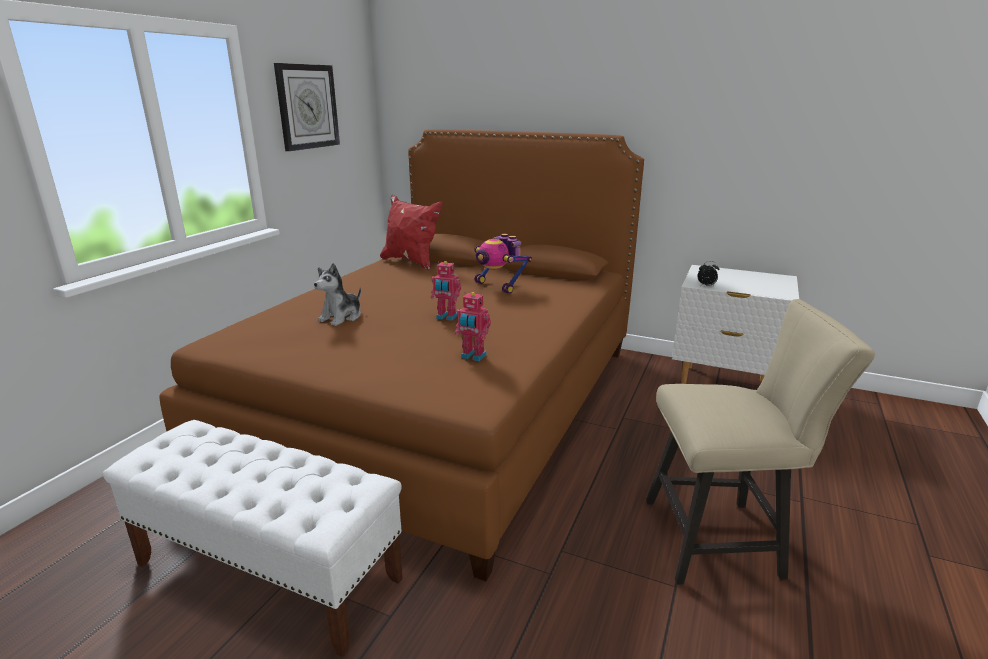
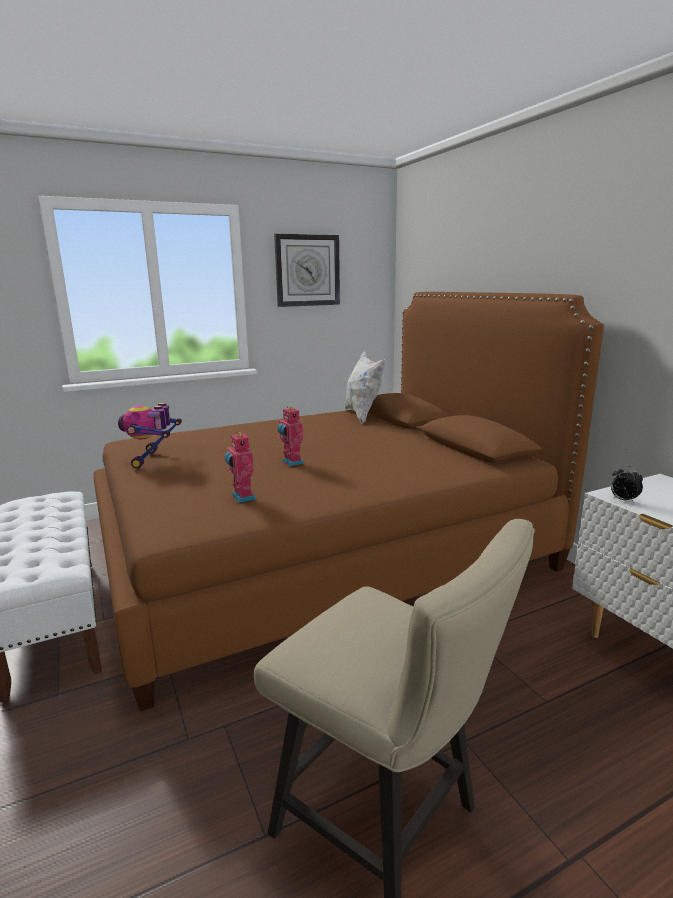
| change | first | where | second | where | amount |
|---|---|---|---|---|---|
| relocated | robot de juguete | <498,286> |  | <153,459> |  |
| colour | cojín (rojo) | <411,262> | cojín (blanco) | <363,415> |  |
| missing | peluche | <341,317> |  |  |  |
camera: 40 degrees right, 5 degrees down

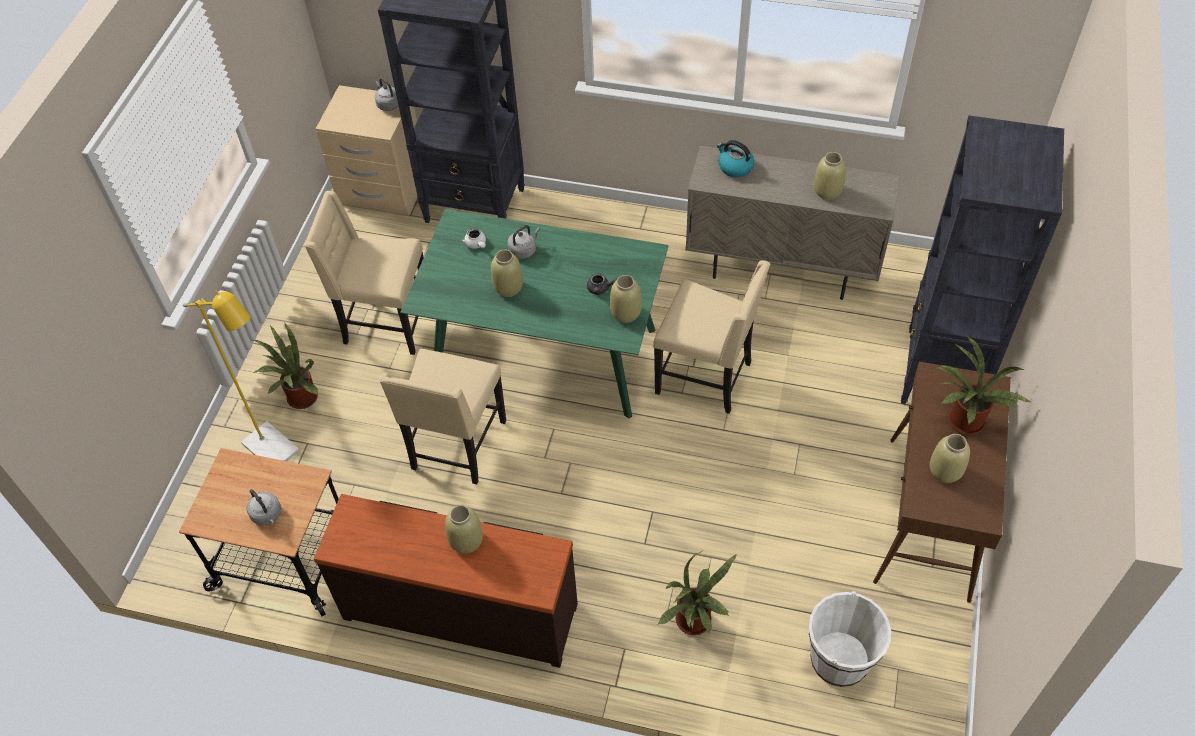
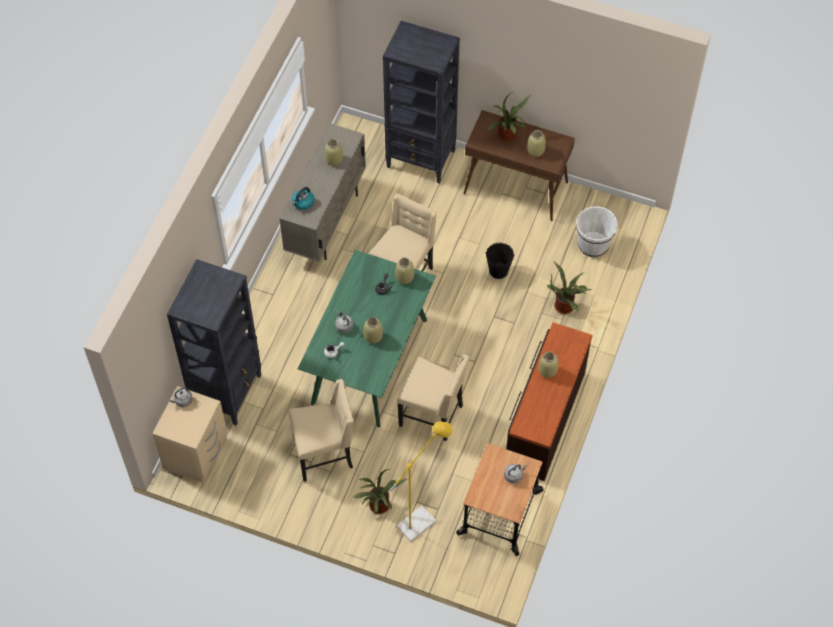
| change | first | where | second | where | amount |
|---|---|---|---|---|---|
| spun | silla (beis) | <385,323> |  | <324,453> | 120 degrees counterclockwise |
| appeared |  |  | cubo (negro) | <498,270> |  |
camera: 85 degrees left, 5 degrees up

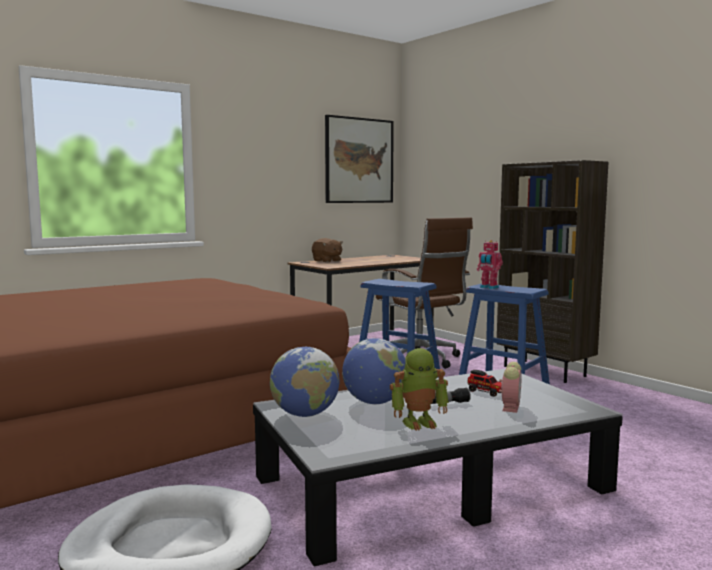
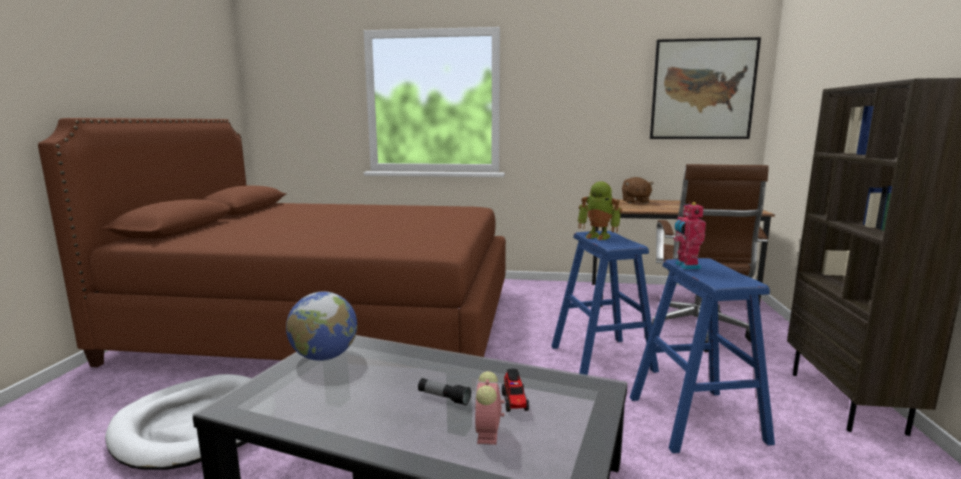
| change | first | where | second | where | amount |
|---|---|---|---|---|---|
| spun | despertador | <510,407> |  | <488,434> | 120 degrees clockwise |
| relocated | robot de juguete | <419,422> |  | <598,236> |  |
| missing | globo terráqueo | <374,402> |  |  |  |
camera: 45 degrees right, 5 degrees up

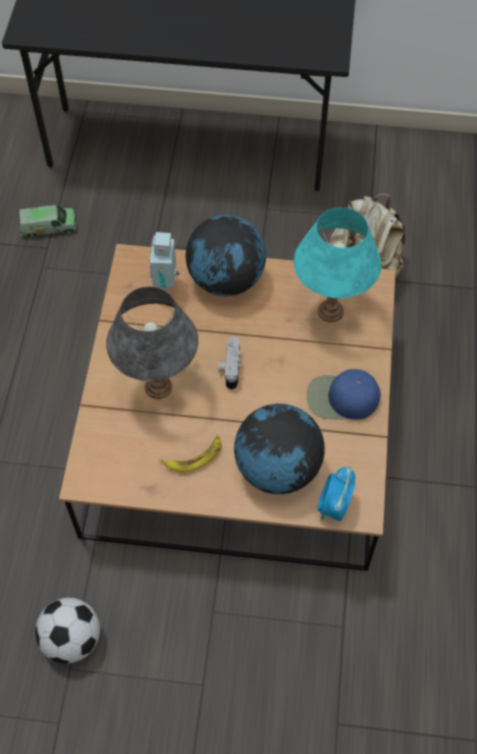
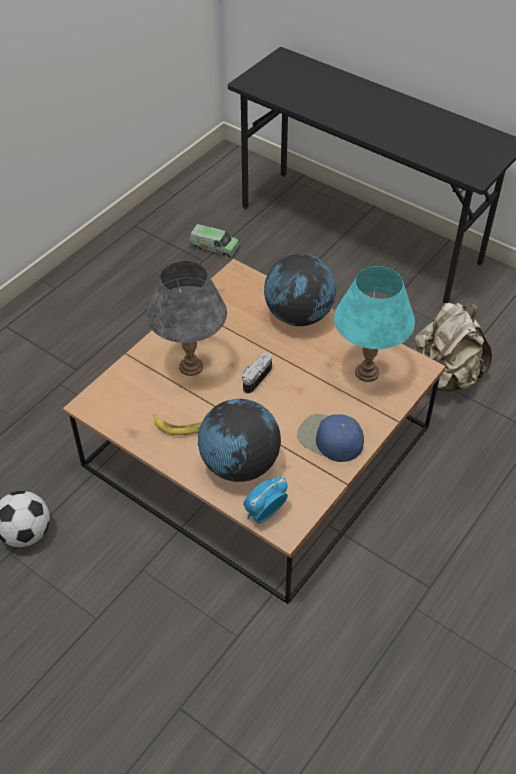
| change | first | where | second | where | amount |
|---|---|---|---|---|---|
| missing | robot de juguete | <166,287> |  |  |  |
camera: 30 degrees right, 10 degrees down

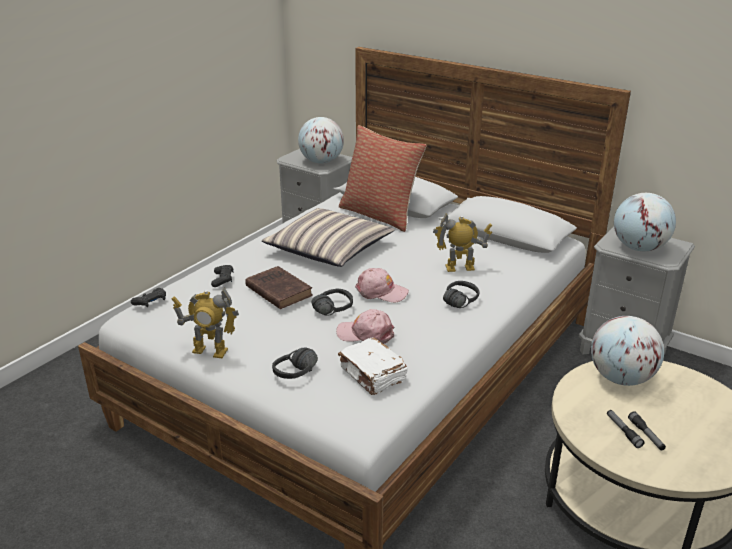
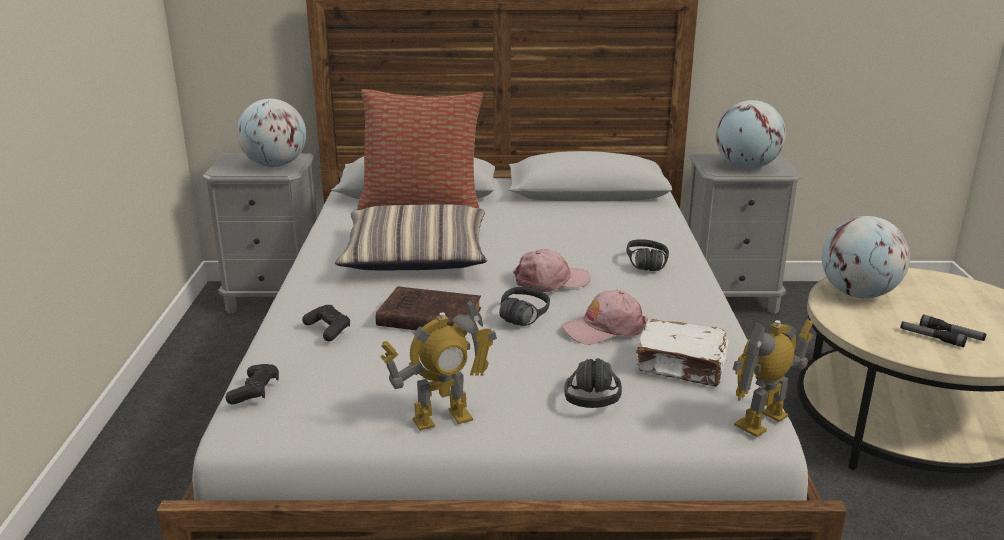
| change | first | where | second | where | amount |
|---|---|---|---|---|---|
| relocated | robot de juguete | <459,268> |  | <762,421> |  |
camera: 35 degrees left, 5 degrees down

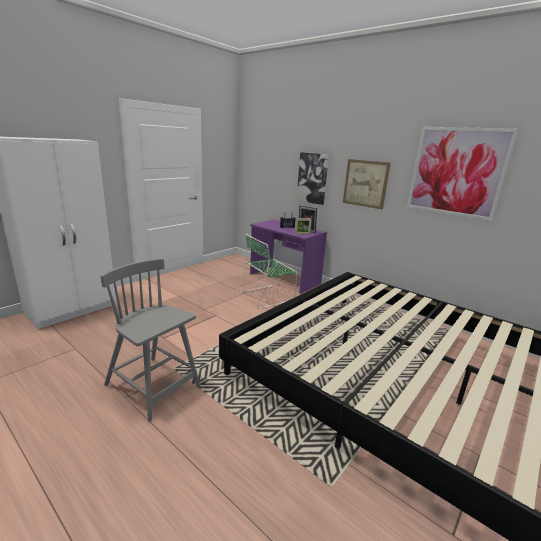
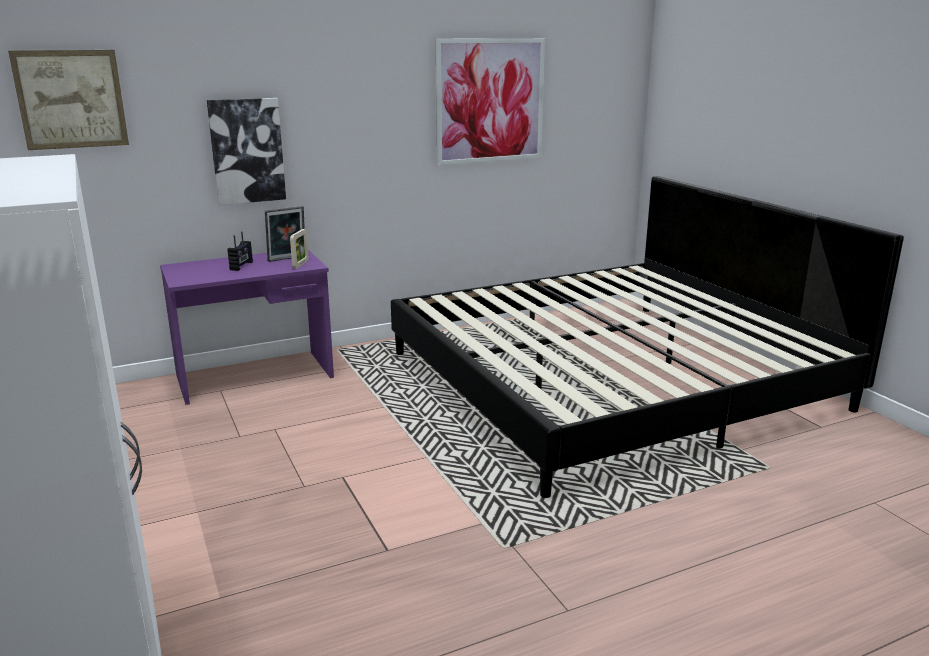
| change | first | where | second | where | amount |
|---|---|---|---|---|---|
| relocated | cuadro | <365,183> |  | <71,99> |  |
| missing | silla (gris) | <153,387> |  |  |  |
| missing | silla (verde) | <267,296> |  |  |  |
camera: 65 degrees left, 0 degrees up

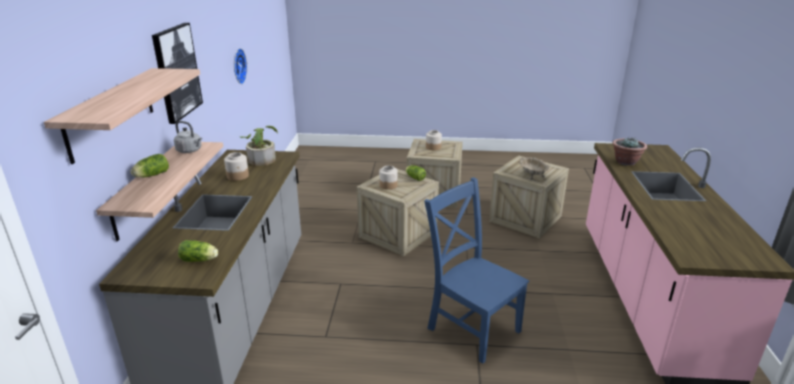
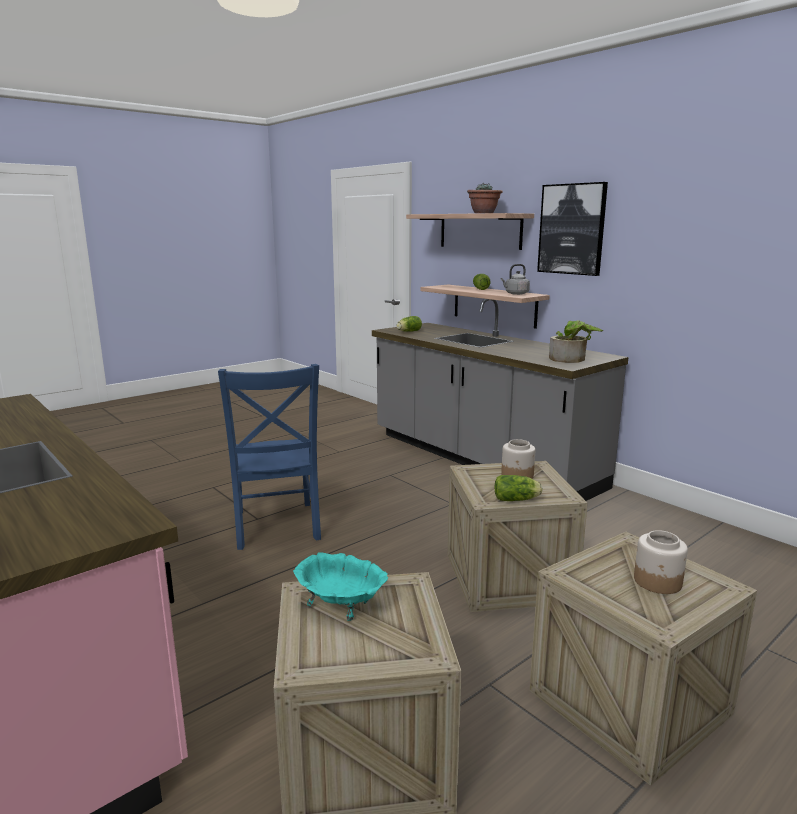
| change | first | where | second | where | amount |
|---|---|---|---|---|---|
| spun | silla (azul) | <471,327> |  | <276,527> | 75 degrees clockwise |
| colour | cuenco (beis) | <532,175> | cuenco (turquesa) | <341,603> |  |
| relocated | planta en maceta | <625,162> |  | <484,213> |  |
| missing | tarro | <238,176> |  |  |  |
| missing | reloj de pared | <237,66> |  |  |  |
camera: 135 degrees right, 10 degrees down

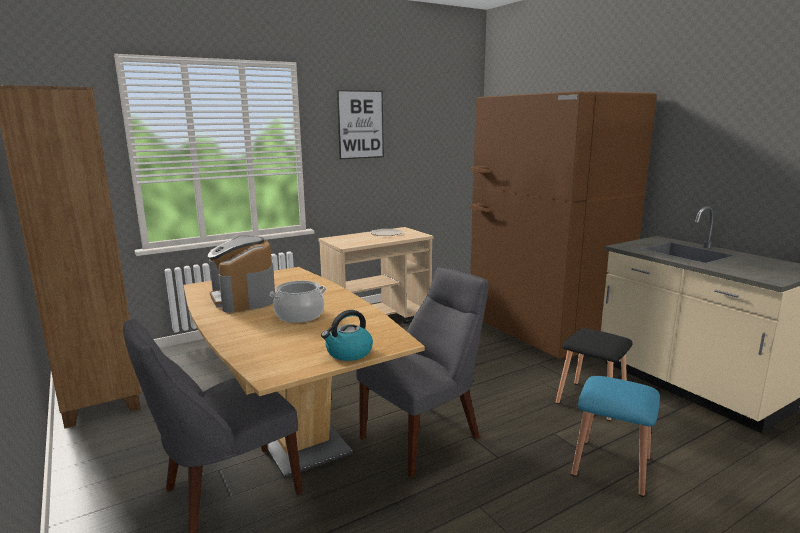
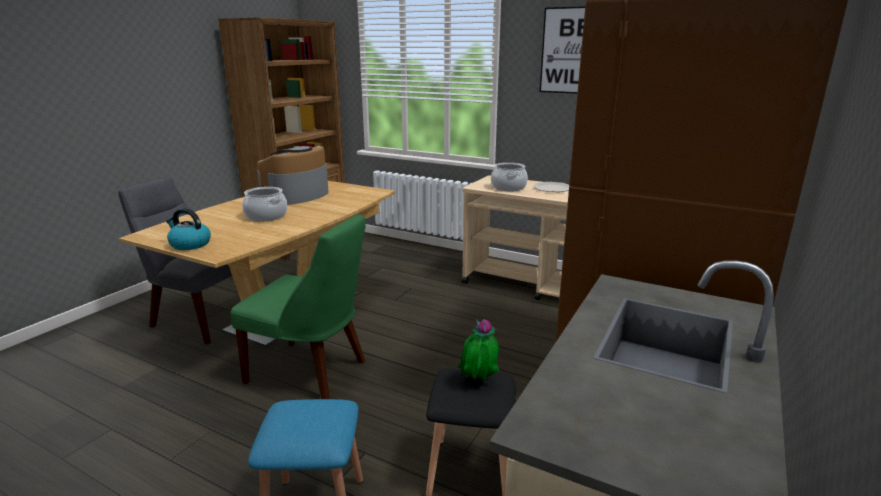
| change | first | where | second | where | amount |
|---|---|---|---|---|---|
| colour | silla (gris) | <424,436> | silla (verde) | <311,373> |  |
| appeared |  |  | planta en maceta | <478,383> |  |
| appeared |  |  | olla | <508,187> |  |
camera: 60 degrees right, 5 degrees up

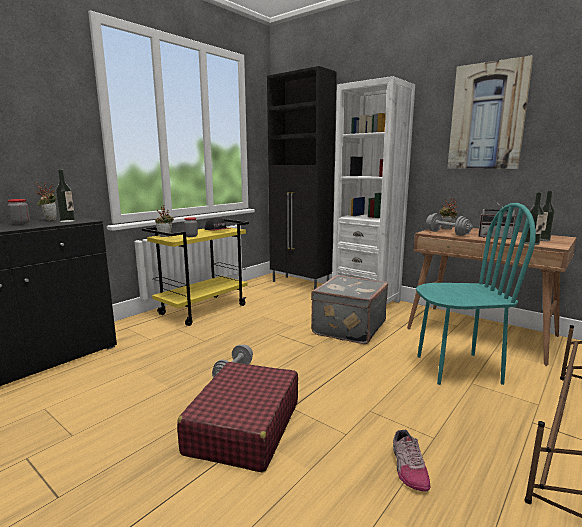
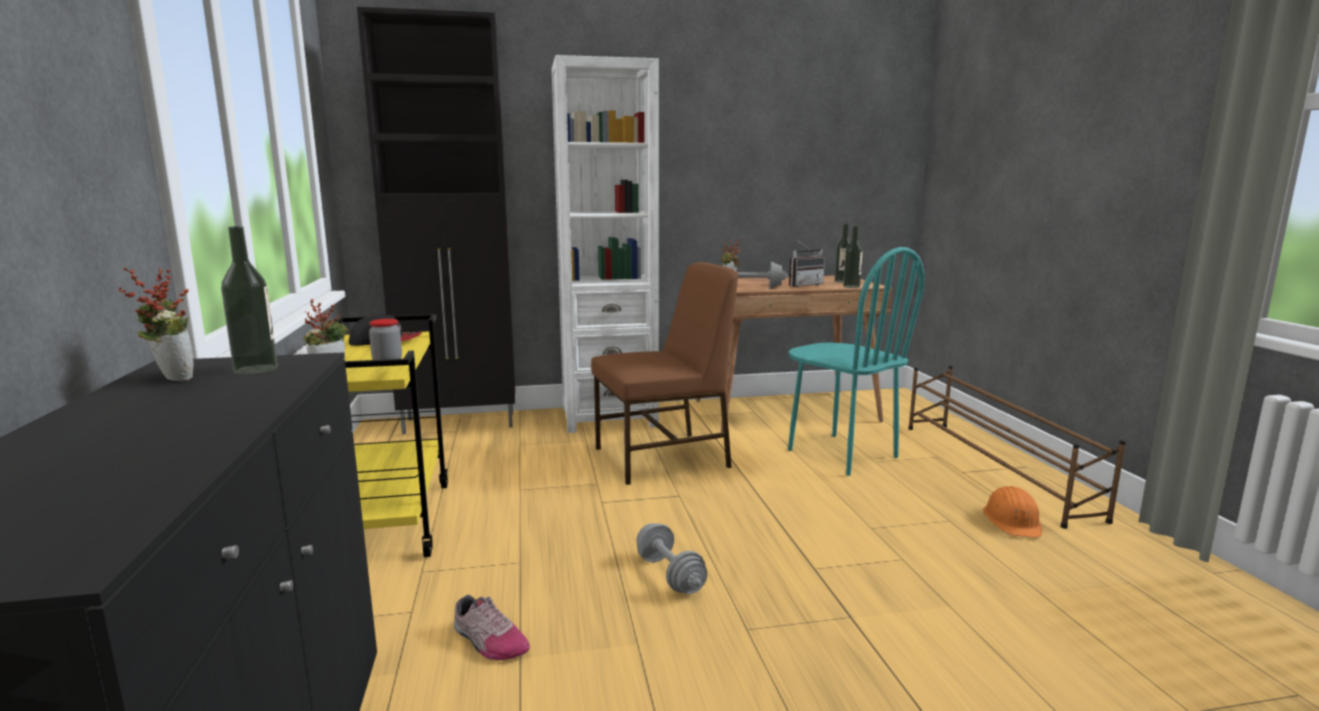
| change | first | where | second | where | amount |
|---|---|---|---|---|---|
| relocated | zapato | <408,468> |  | <488,641> |  |
| exchanged | maleta (gris) | <347,328> | silla (marrón) | <664,457> |  |
| spun | silla (turquesa) | <457,369> |  | <841,454> | 105 degrees clockwise |
| appeared |  |  | casco (naranja) | <1013,521> |  |
| missing | tarro | <20,223> |  |  |  |
| missing | maleta (rojo) | <243,427> |  |  |  |
| missing | cuadro | <487,117> |  |  |  |
camera: 50 degrees left, 0 degrees up

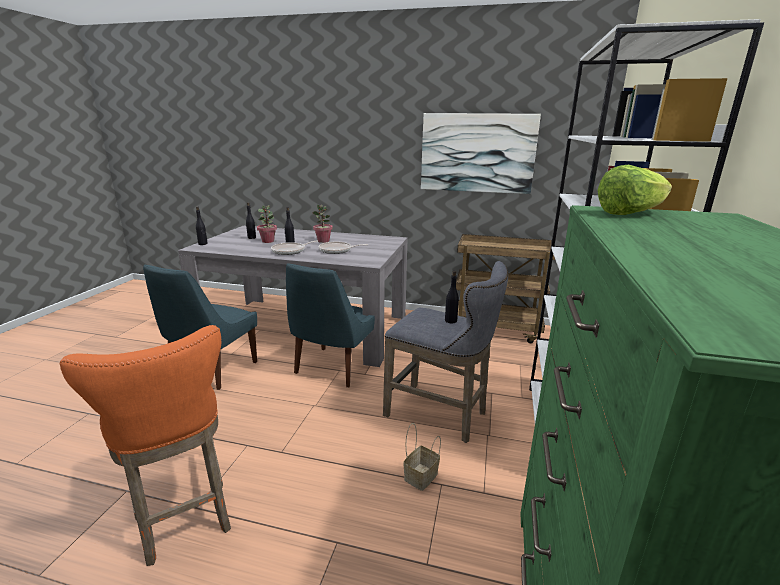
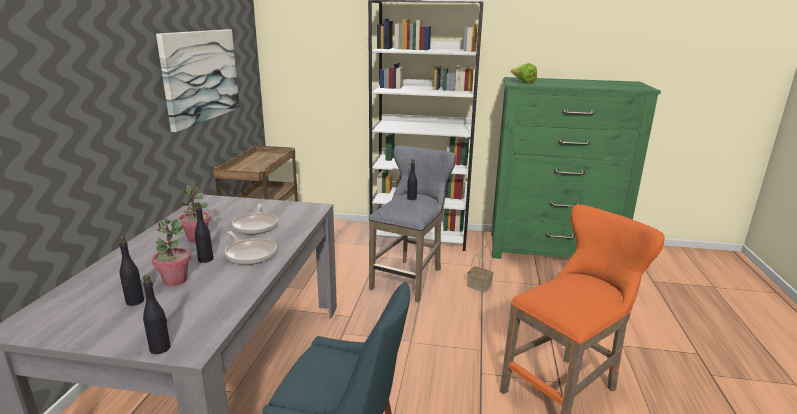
| change | first | where | second | where | amount |
|---|---|---|---|---|---|
| missing | silla (azul) | <333,368> |  |  |  |
camera: 95 degrees left, 0 degrees up

